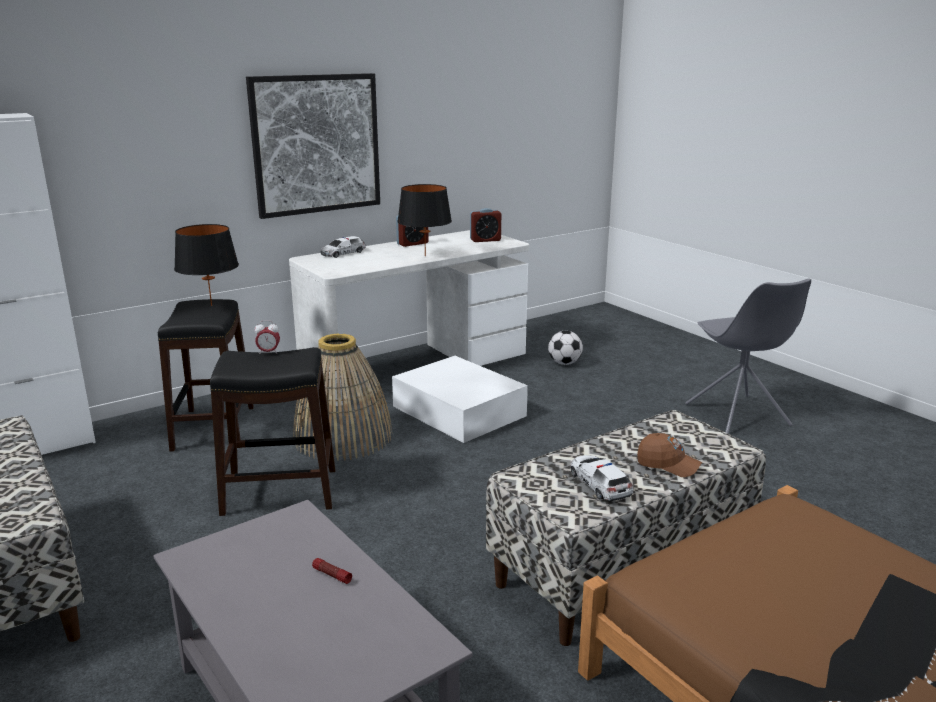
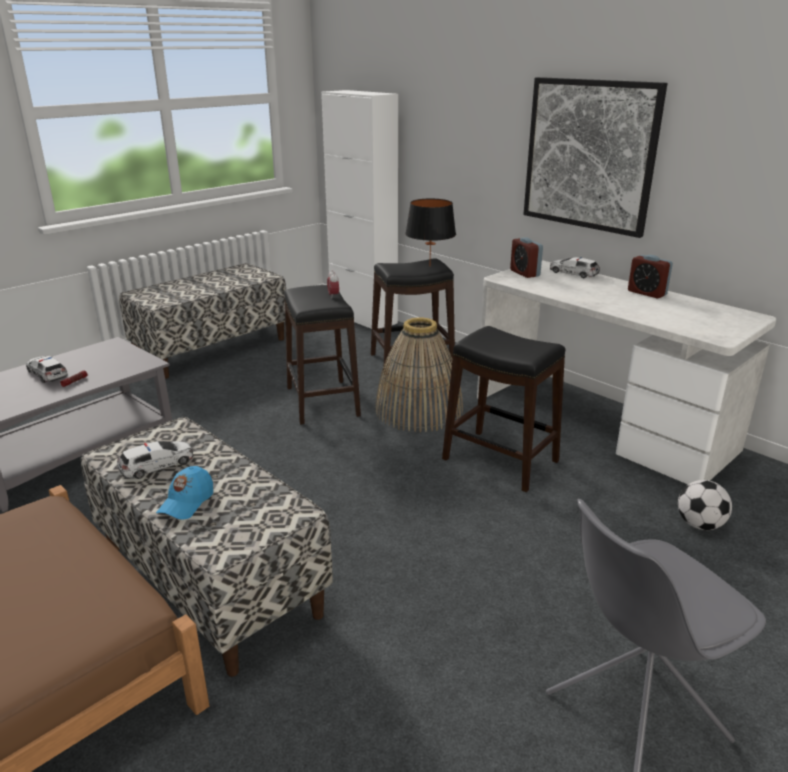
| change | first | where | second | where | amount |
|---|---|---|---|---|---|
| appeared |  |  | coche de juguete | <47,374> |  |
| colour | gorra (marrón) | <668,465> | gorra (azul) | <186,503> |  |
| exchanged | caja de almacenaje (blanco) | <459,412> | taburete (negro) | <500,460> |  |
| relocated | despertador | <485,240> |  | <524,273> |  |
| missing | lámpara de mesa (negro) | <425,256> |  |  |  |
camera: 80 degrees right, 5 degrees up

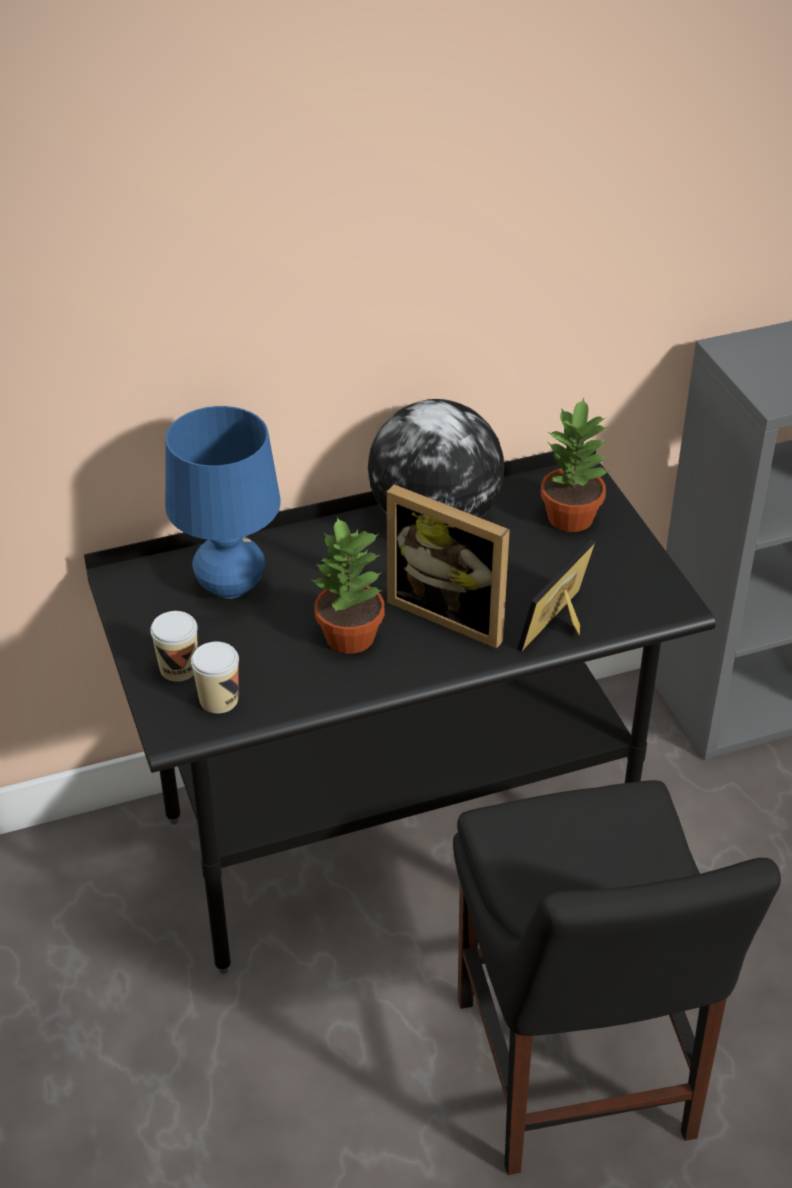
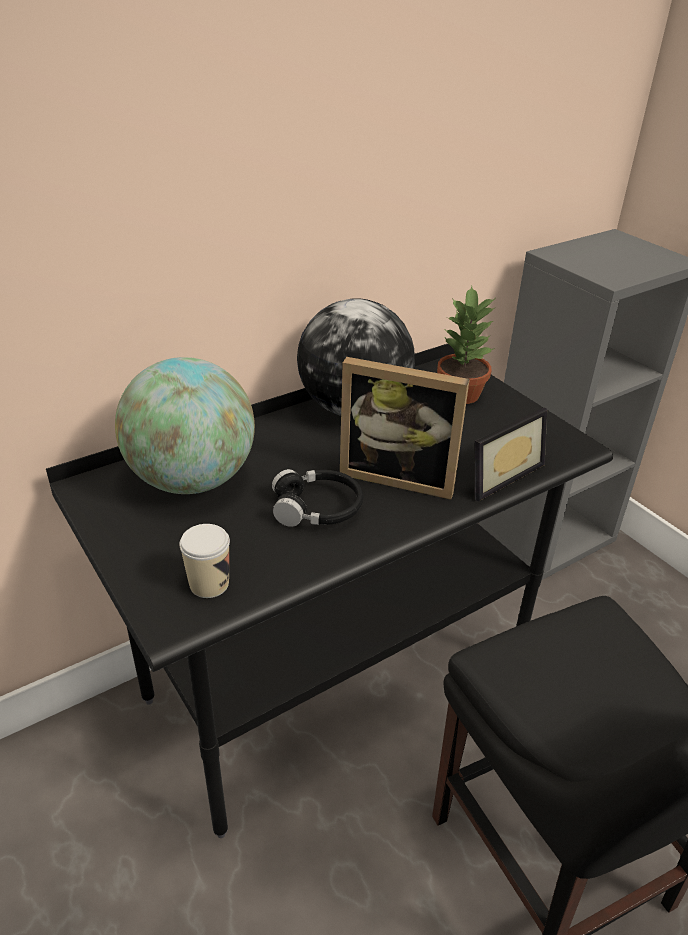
| change | first | where | second | where | amount |
|---|---|---|---|---|---|
| exchanged | lámpara de mesa (azul) | <230,586> | globo terráqueo | <192,480> |  |
| exchanged | planta en maceta | <350,638> | auriculares (negro) | <317,508> |  |
| spun | portarretratos | <564,627> |  | <498,474> | 150 degrees counterclockwise |
| missing | taza | <178,668> |  |  |  |
camera: 15 degrees left, 5 degrees down

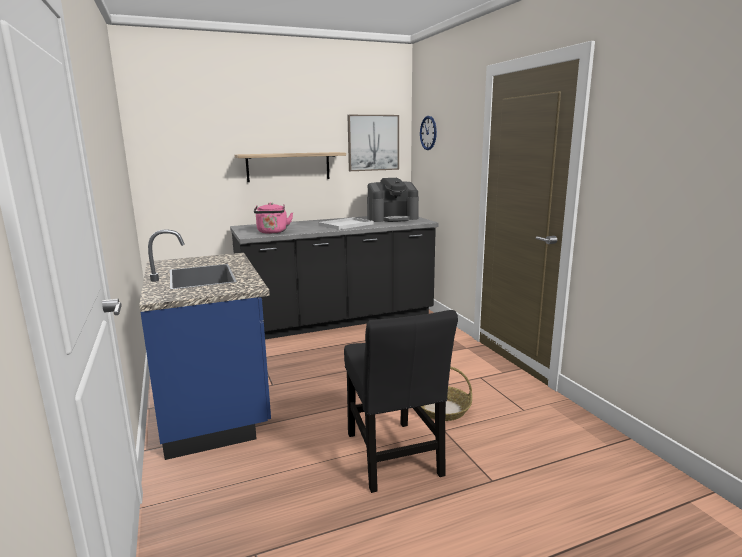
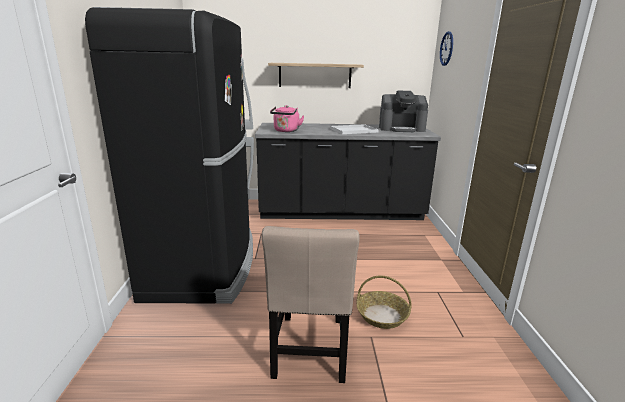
| change | first | where | second | where | amount |
|---|---|---|---|---|---|
| exchanged | mueble bajo de cocina (azul) | <215,405> | nevera (negro) | <204,266> |  |
| colour | silla (negro) | <394,458> | silla (beis) | <310,351> |  |
| missing | cuadro | <373,143> |  |  |  |
camera: 20 degrees right, 5 degrees up

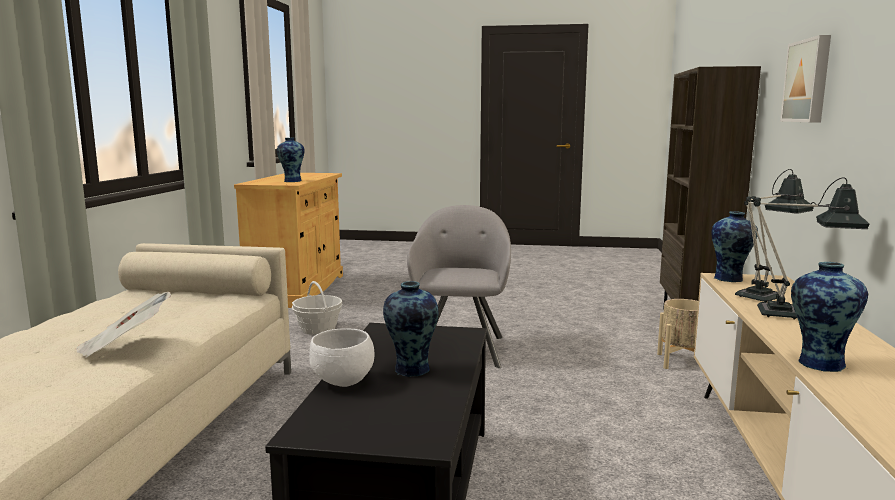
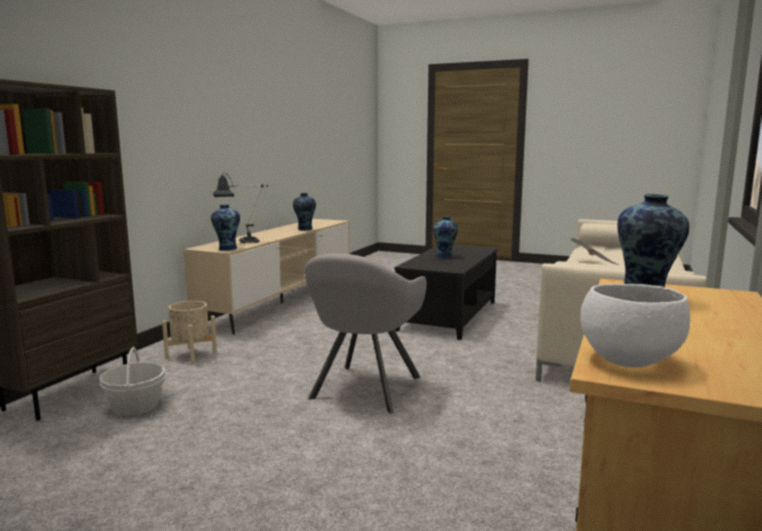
| change | first | where | second | where | amount |
|---|---|---|---|---|---|
| relocated | cesta | <318,329> |  | <136,406> |  |
| relocated | cuenco (blanco) | <343,382> |  | <627,360> |  |
| missing | lámpara de mesa | <791,315> |  |  |  |
| missing | cuadro | <809,81> |  |  |  |
camera: 165 degrees left, 0 degrees up

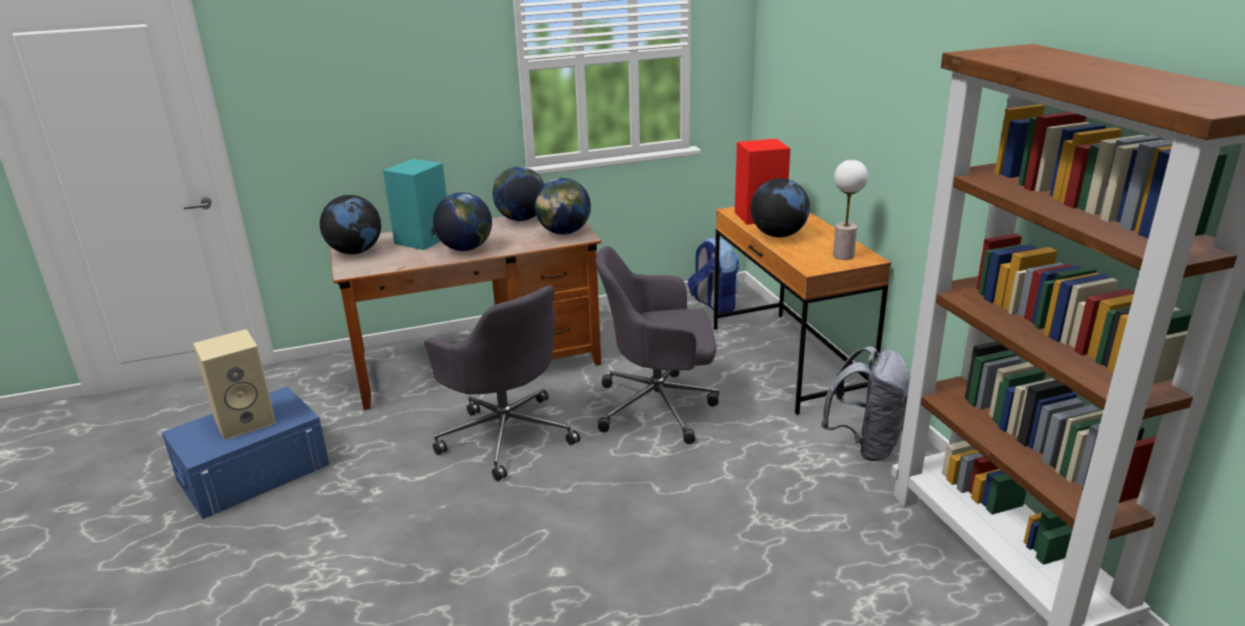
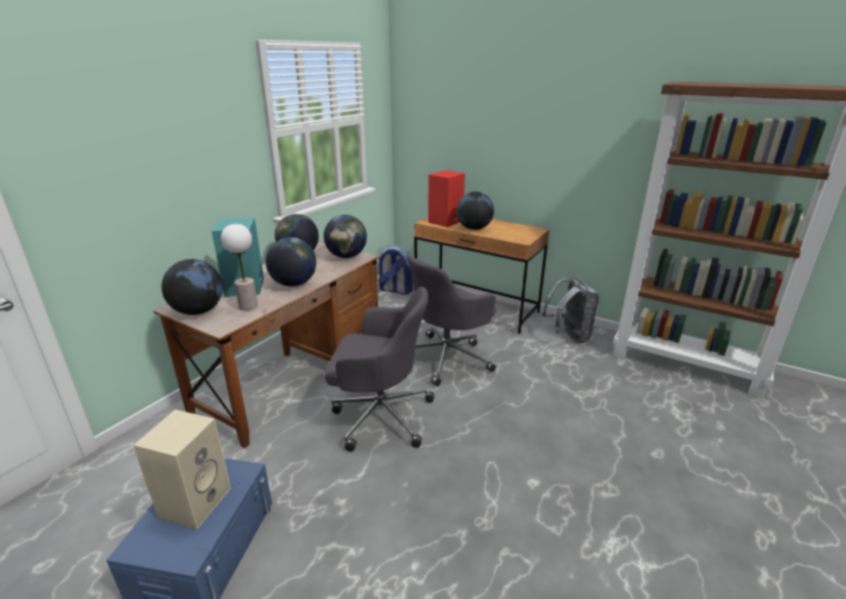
| change | first | where | second | where | amount |
|---|---|---|---|---|---|
| relocated | lámpara de mesa | <843,255> |  | <248,306> |  |
camera: 40 degrees left, 0 degrees up

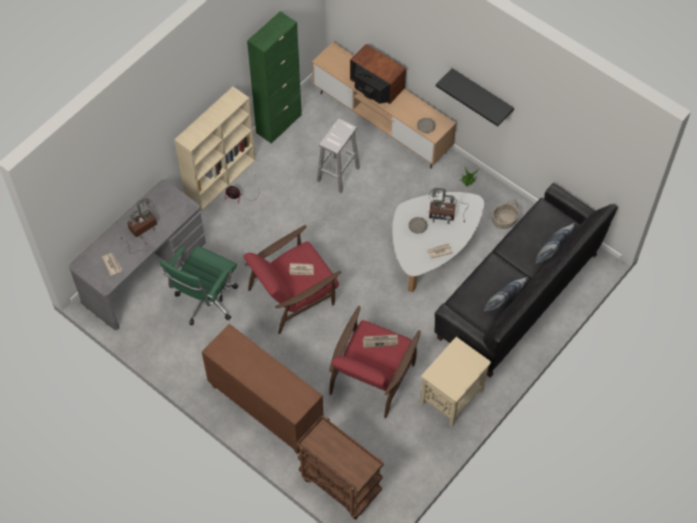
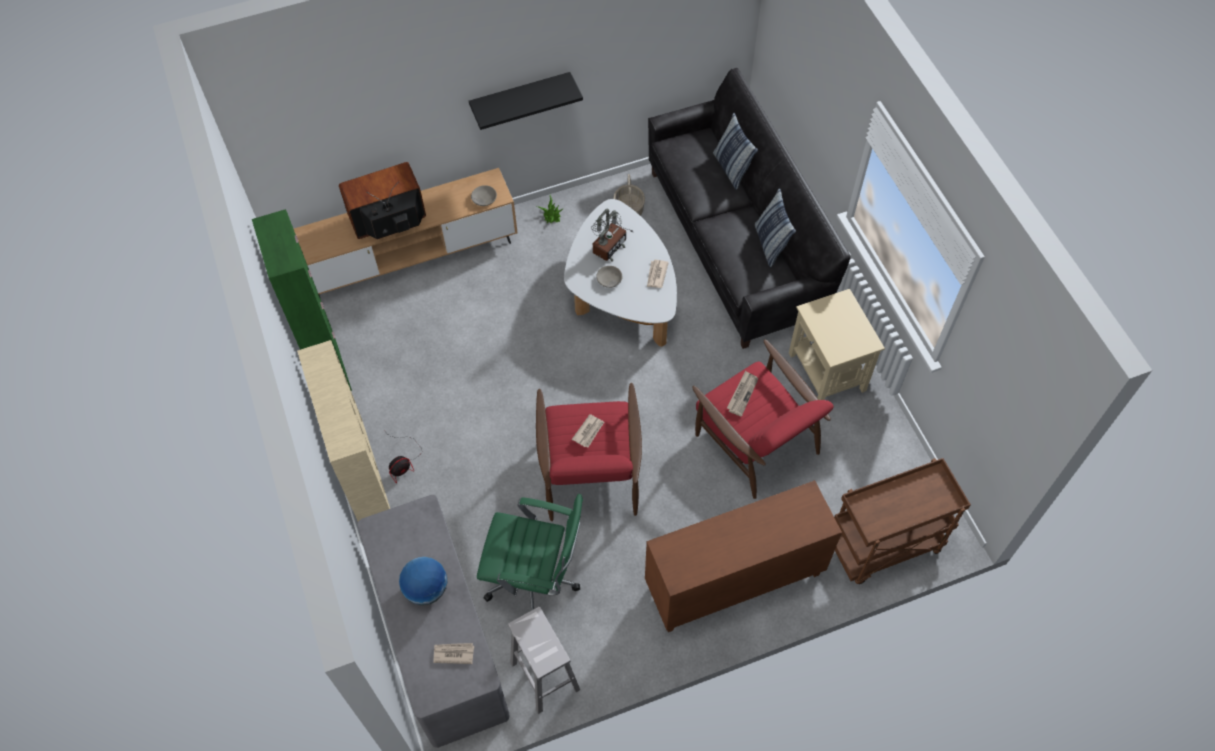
| change | first | where | second | where | amount |
|---|---|---|---|---|---|
| exchanged | lámpara de mesa | <141,232> | globo terráqueo | <426,589> |  |
| spun | silla de oficina (verde) | <205,302> |  | <536,581> | 45 degrees counterclockwise |
| relocated | taburete (blanco) | <338,173> |  | <544,675> |  |
camera: 60 degrees left, 0 degrees up

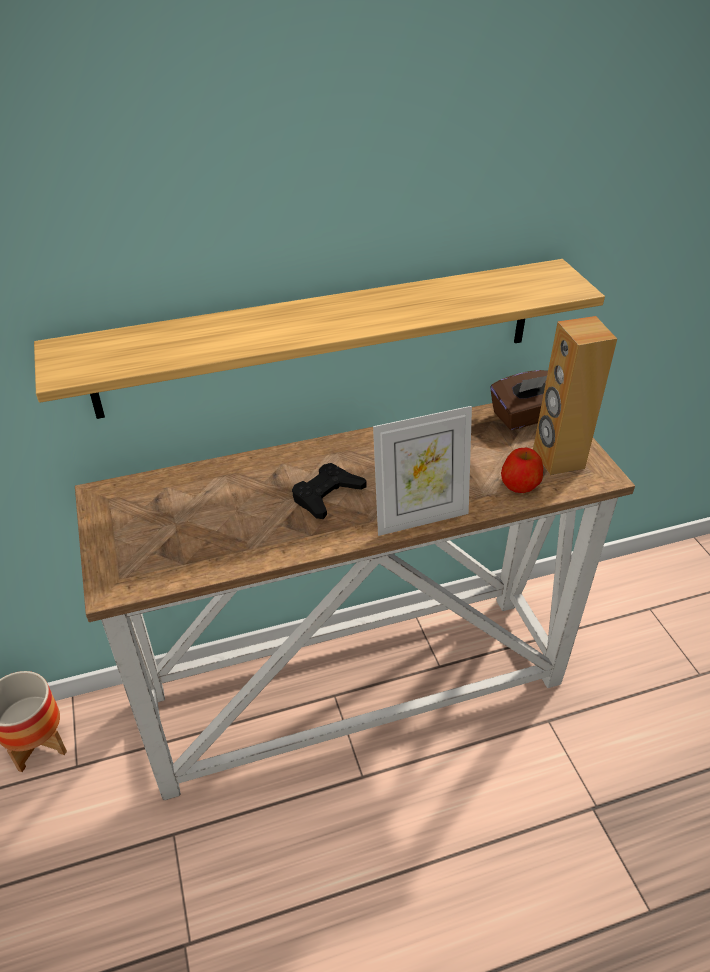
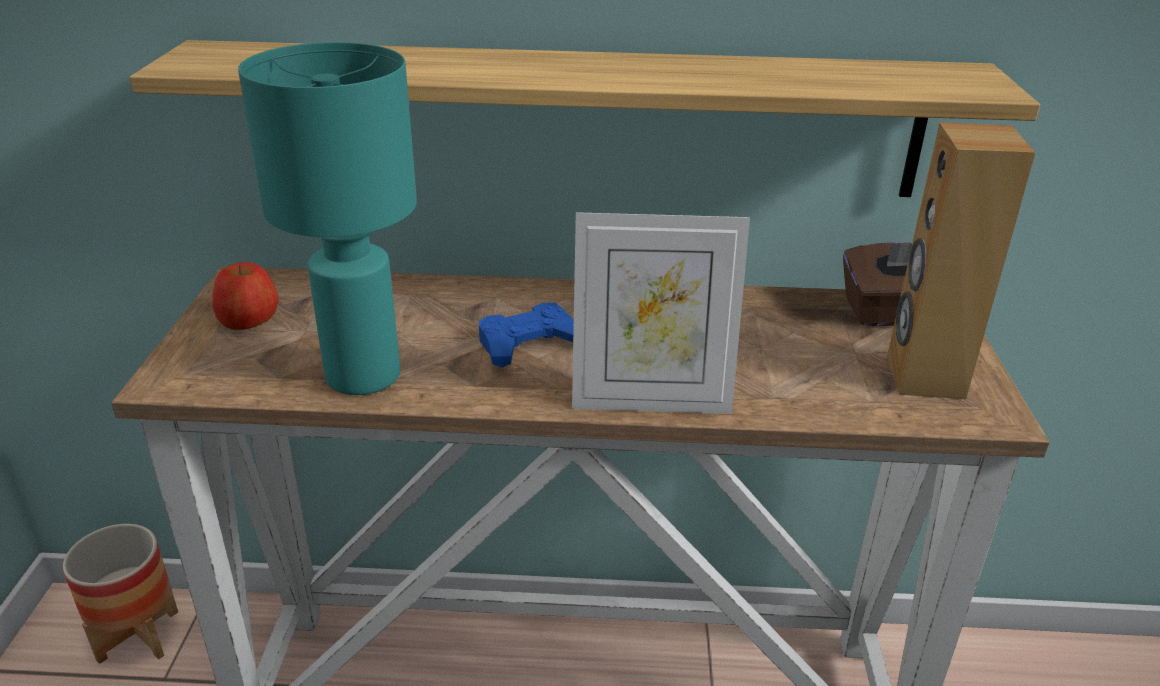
| change | first | where | second | where | amount |
|---|---|---|---|---|---|
| relocated | manzana | <520,483> |  | <248,320> |  |
| appeared |  |  | lámpara de mesa (turquesa) | <365,375> |  |
| colour | mando de consola (negro) | <327,495> | mando de consola (azul) | <531,344> |  |
camera: 20 degrees right, 10 degrees down

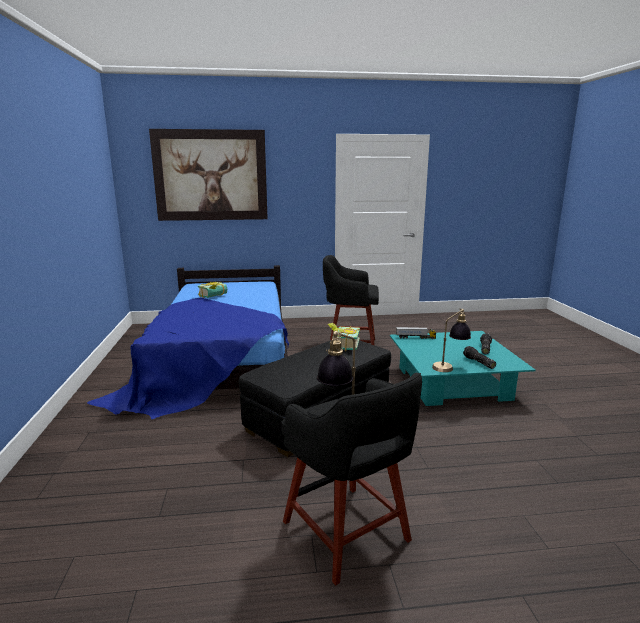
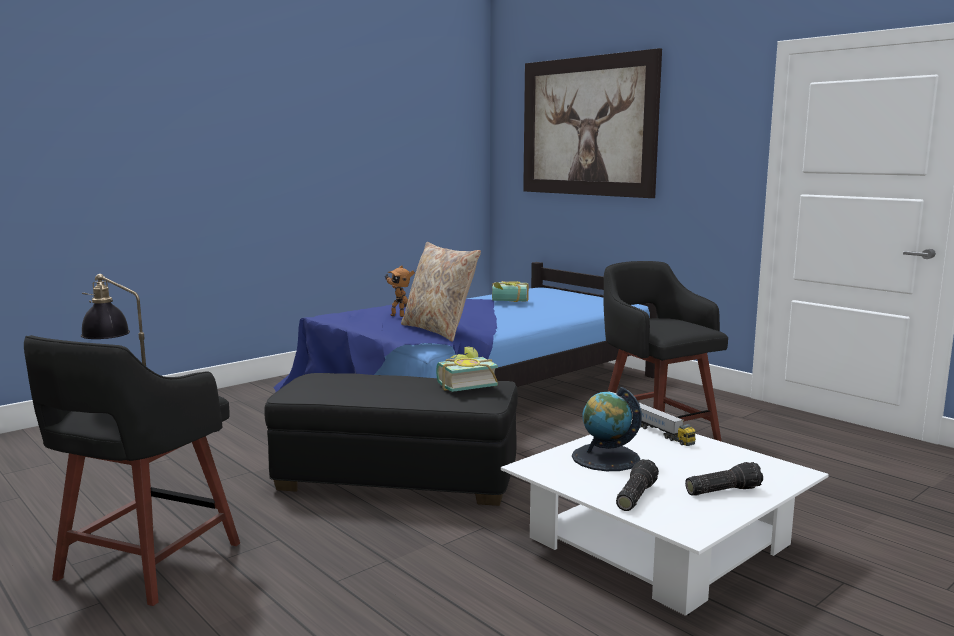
| change | first | where | second | where | amount |
|---|---|---|---|---|---|
| appeared |  |  | robot de juguete | <398,315> |  |
| appeared |  |  | cojín (beis) | <439,330> |  |
| colour | mesa de centro (turquesa) | <451,383> | mesa de centro (blanco) | <658,541> |  |
| appeared |  |  | globo terráqueo | <605,458> |  |
| missing | lámpara de mesa | <450,366> |  |  |  |
camera: 55 degrees right, 5 degrees down

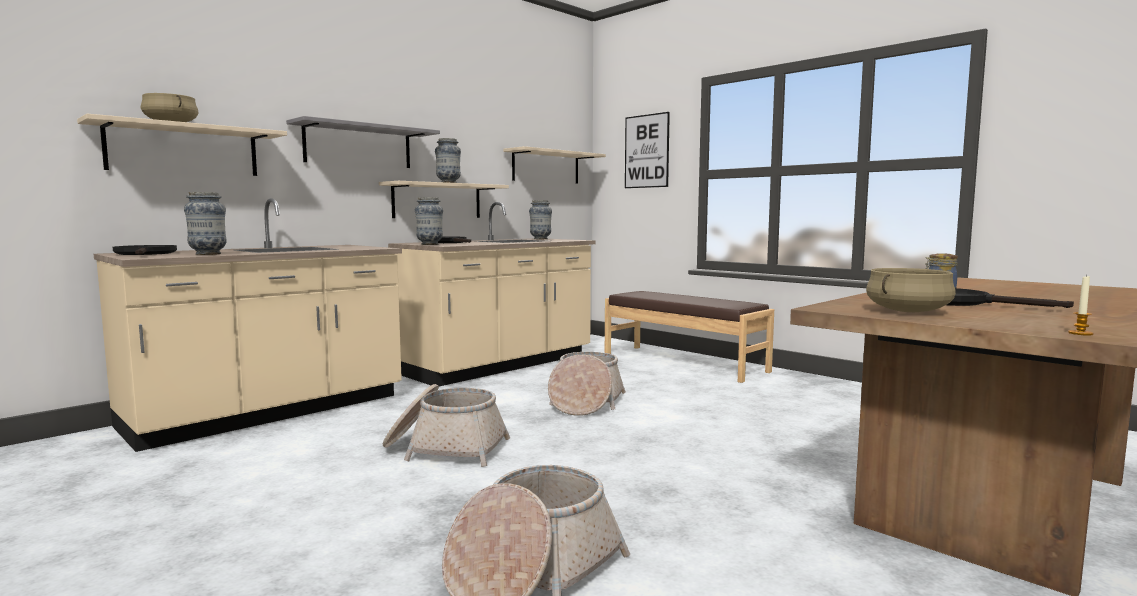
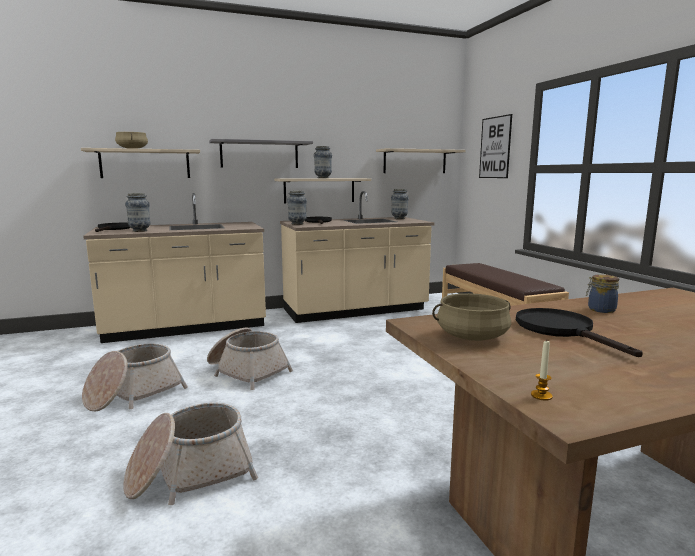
| change | first | where | second | where | amount |
|---|---|---|---|---|---|
| relocated | cesta | <585,402> |  | <133,394> |  |
camera: 25 degrees right, 5 degrees up

